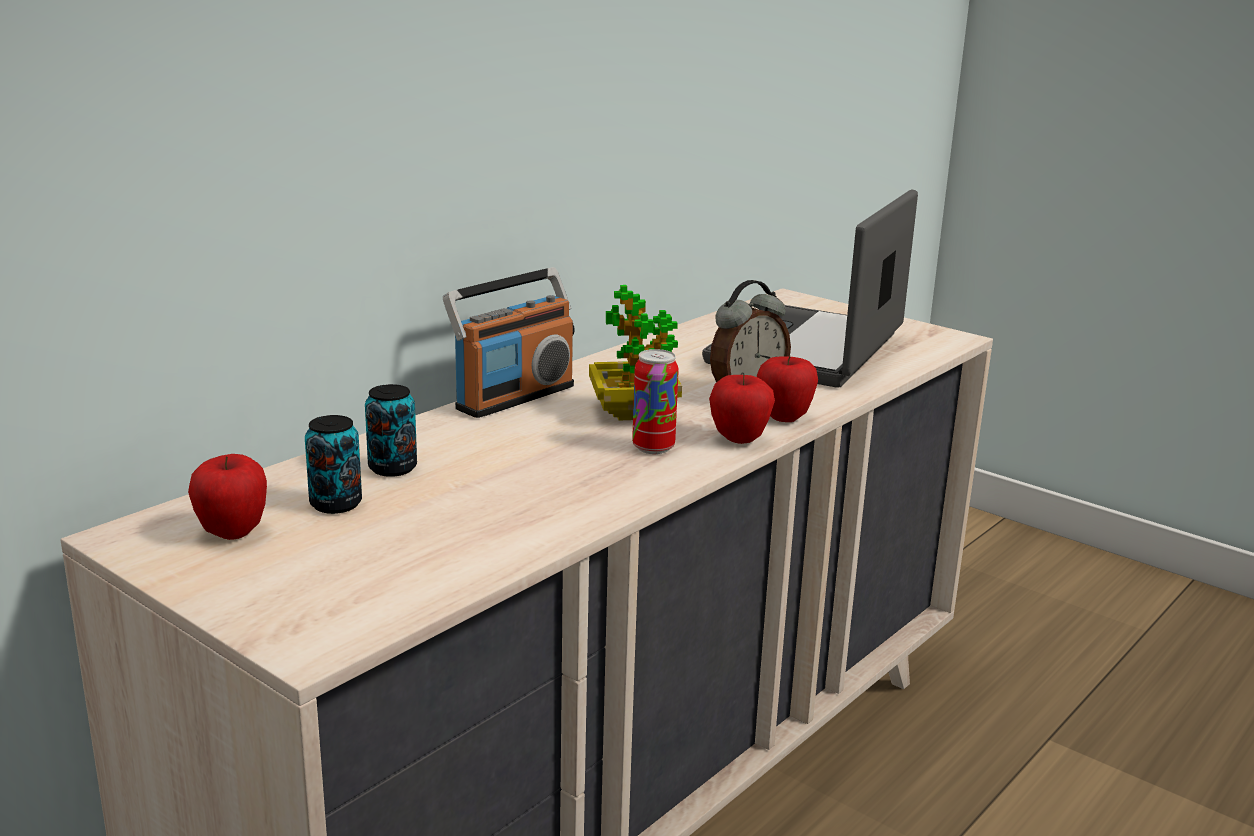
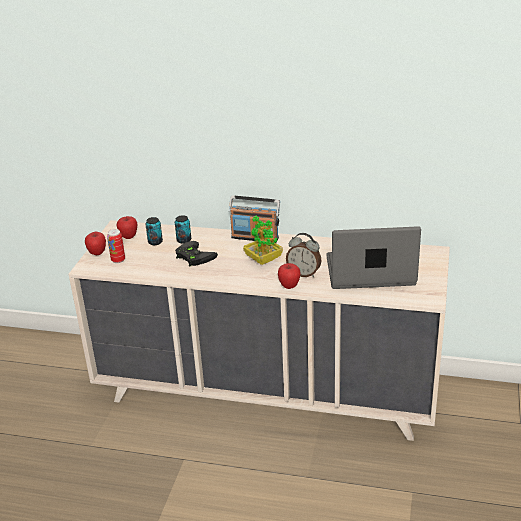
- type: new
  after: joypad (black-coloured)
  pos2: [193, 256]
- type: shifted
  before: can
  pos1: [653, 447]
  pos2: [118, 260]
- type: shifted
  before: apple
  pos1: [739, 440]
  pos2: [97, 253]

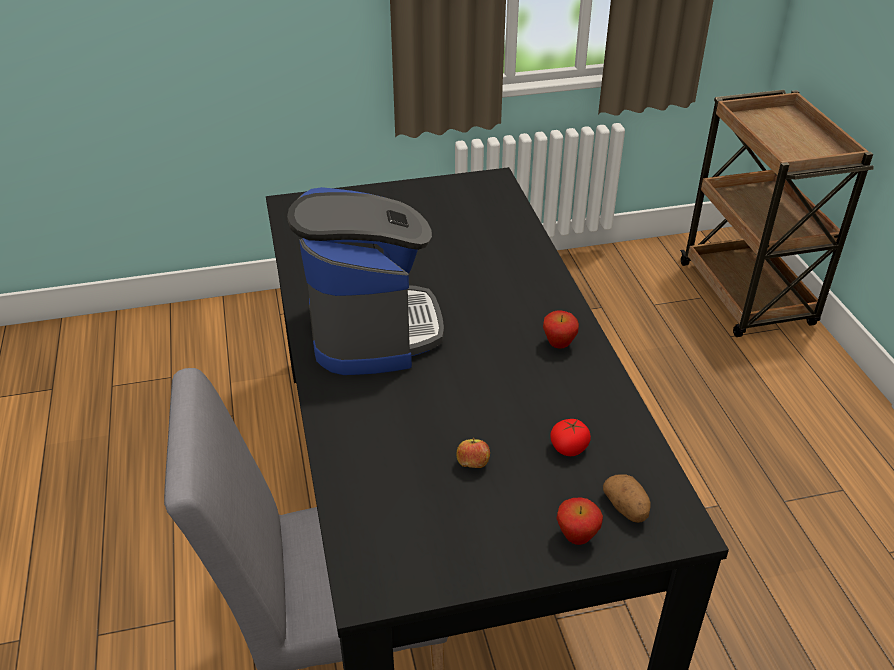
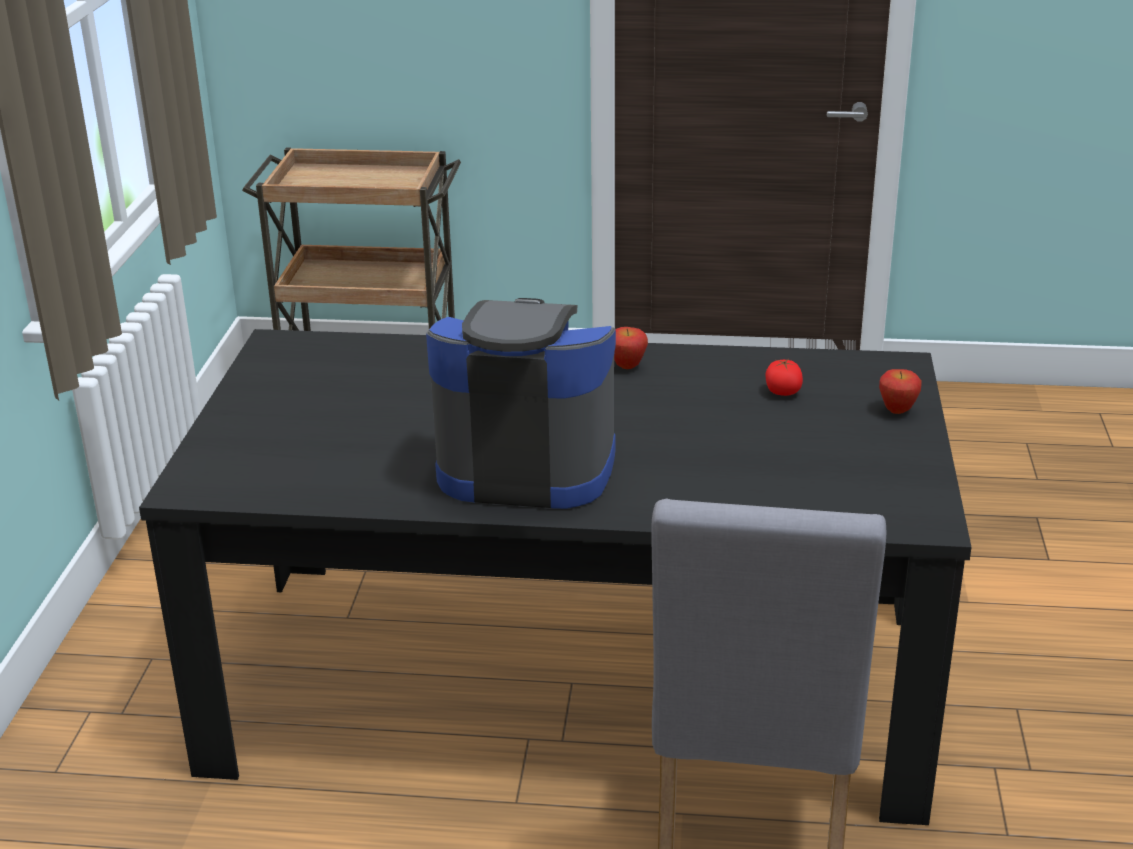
- type: gone
  before: apple
  pos1: [473, 464]
- type: gone
  before: whole potato
  pos1: [626, 508]

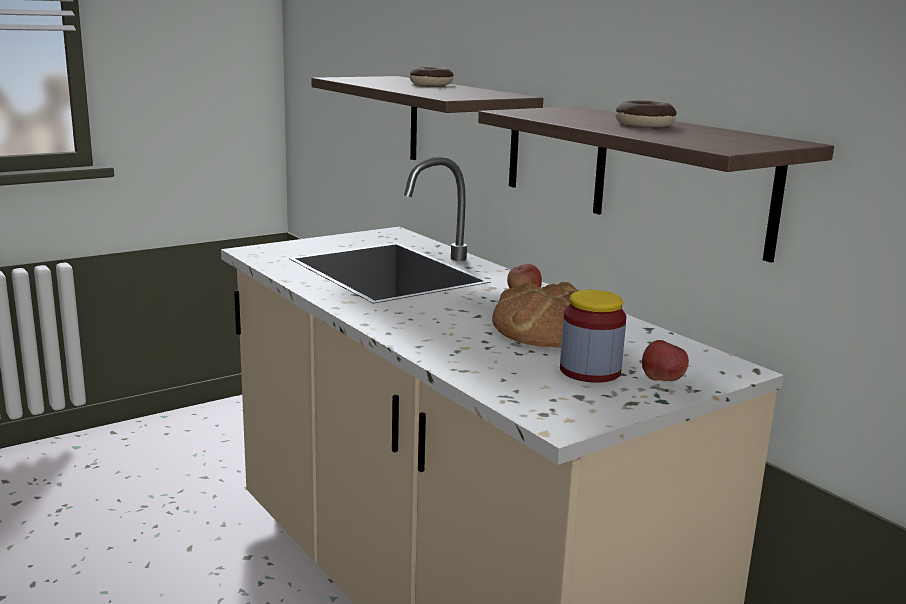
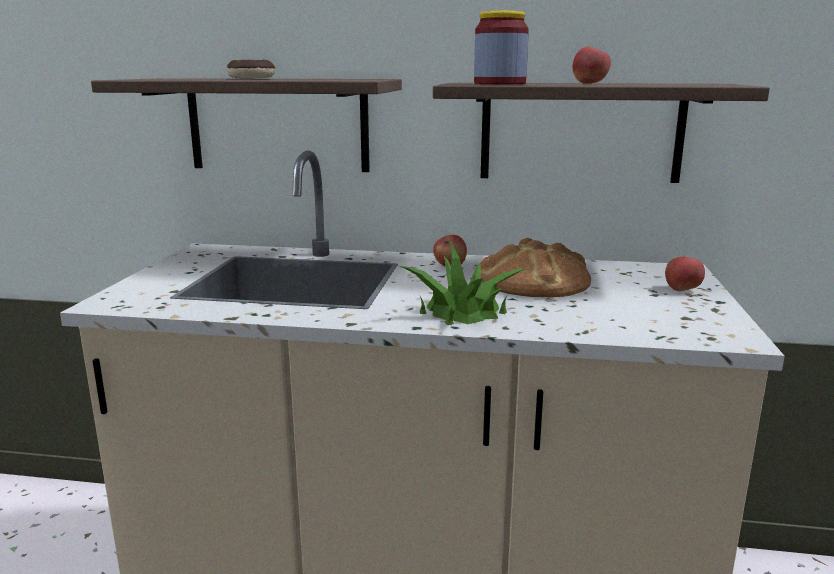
- type: new
  after: houseplant
  pos2: [462, 311]
- type: shifted
  before: preserve jar
  pos1: [590, 371]
  pos2: [499, 83]
- type: swapped
  before: donut
  after: apple
  pos1: [644, 125]
  pos2: [589, 83]

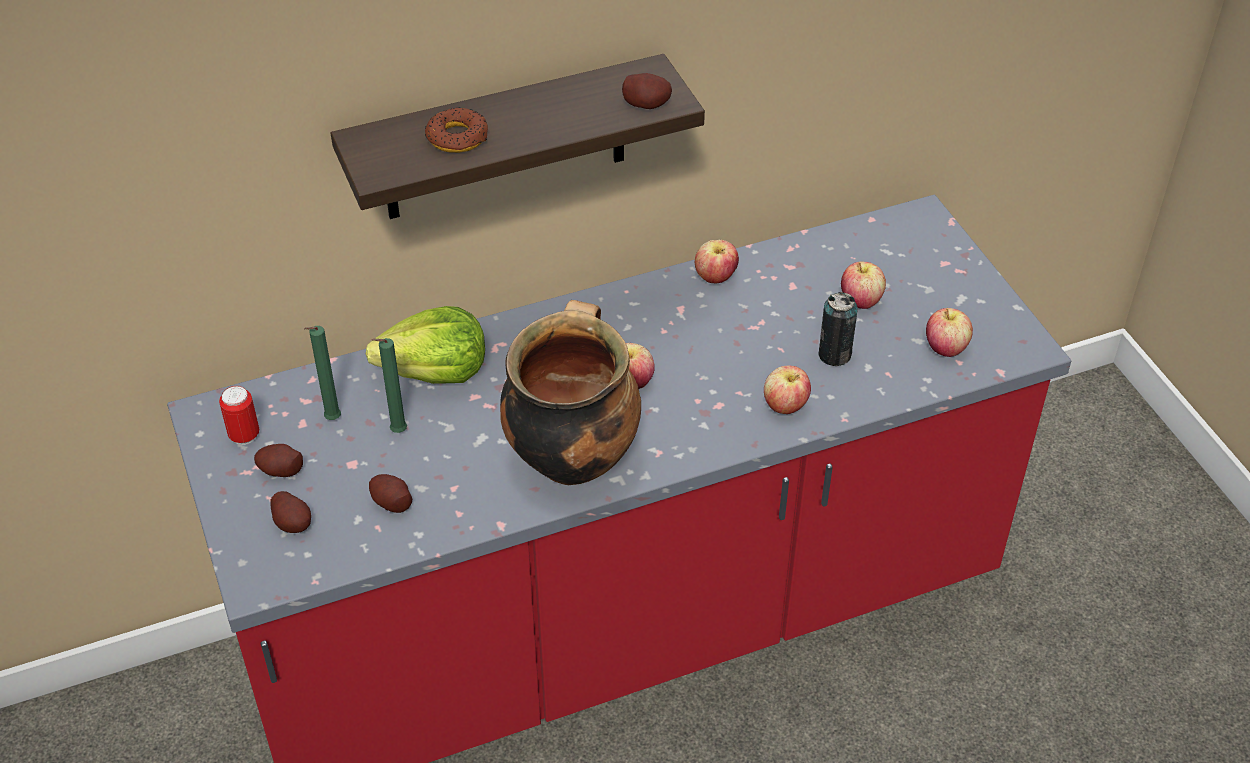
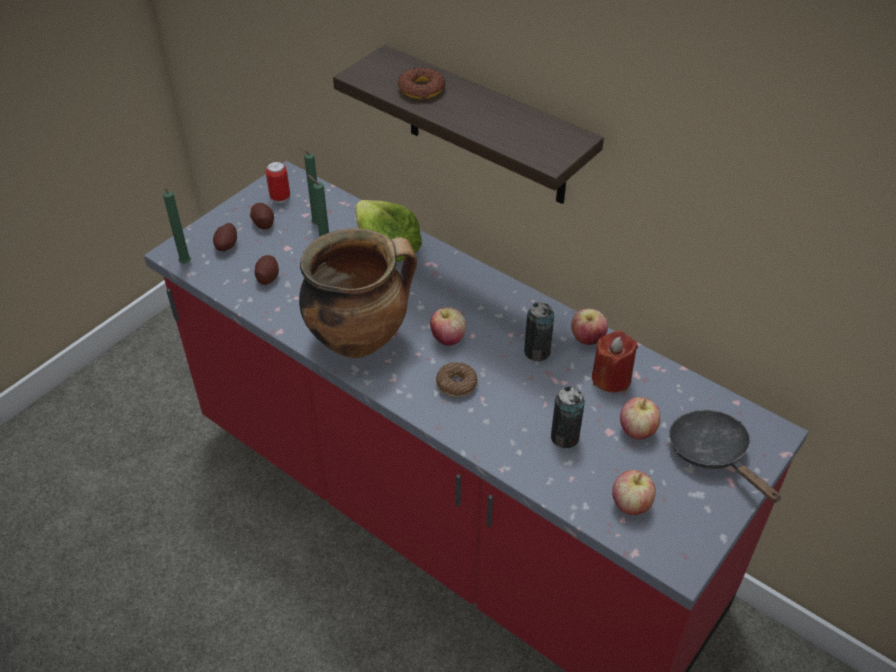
- type: gone
  before: whole potato
  pos1: [647, 103]
- type: gone
  before: apple
  pos1: [785, 406]
- type: new
  after: wax candle (green-coloured)
  pos2: [186, 262]
- type: new
  after: donut
  pos2: [456, 384]
- type: new
  after: can
  pos2: [537, 352]
- type: new
  after: wax candle (red-coloured)
  pos2: [611, 378]
- type: new
  after: pan (black-coloured)
  pos2: [713, 454]

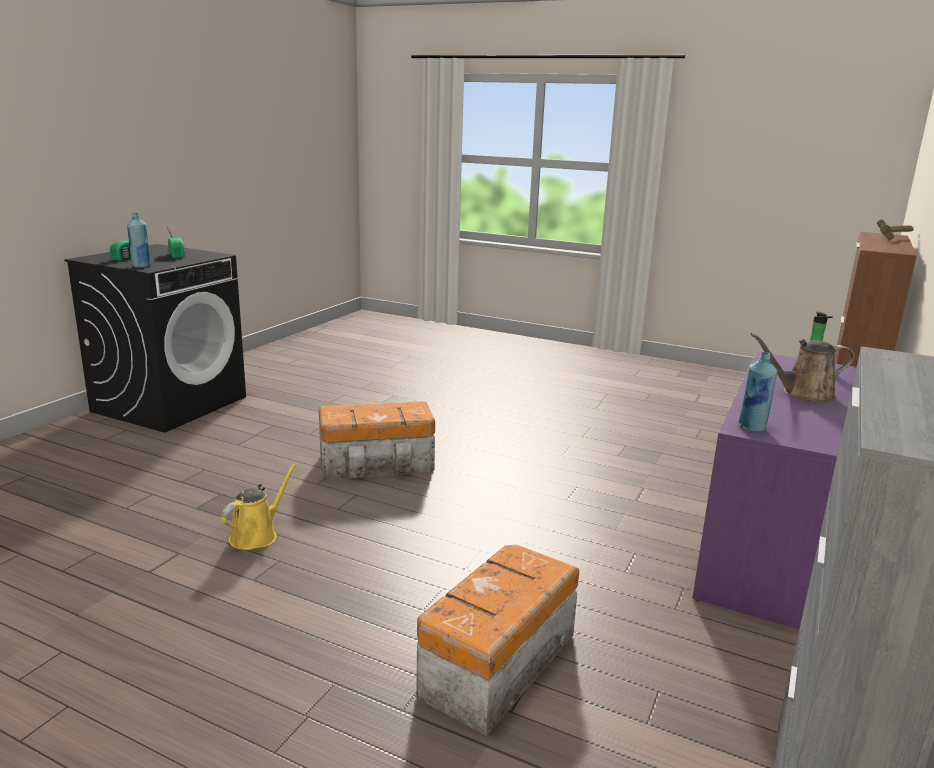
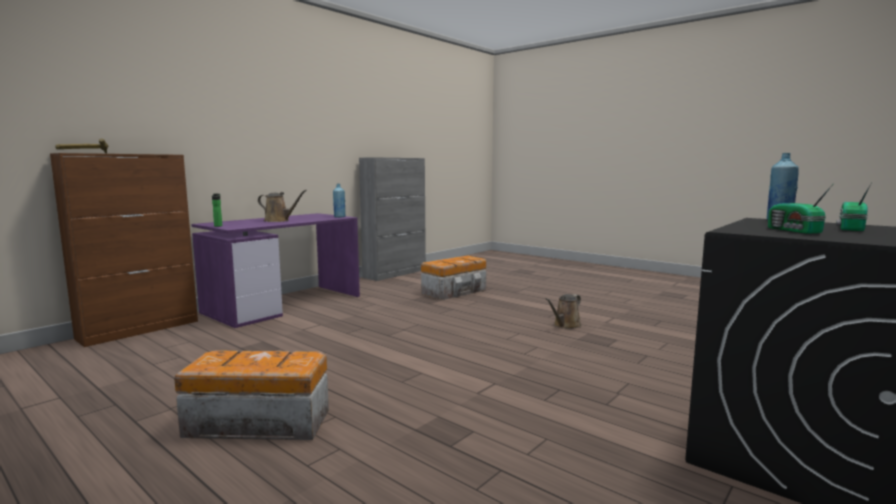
- type: shifted
  before: storage container
  pos1: [378, 464]
  pos2: [257, 422]
- type: repainted
  before: watering can (yellow)
  after: watering can (brownish)
  pos1: [257, 535]
  pos2: [565, 325]

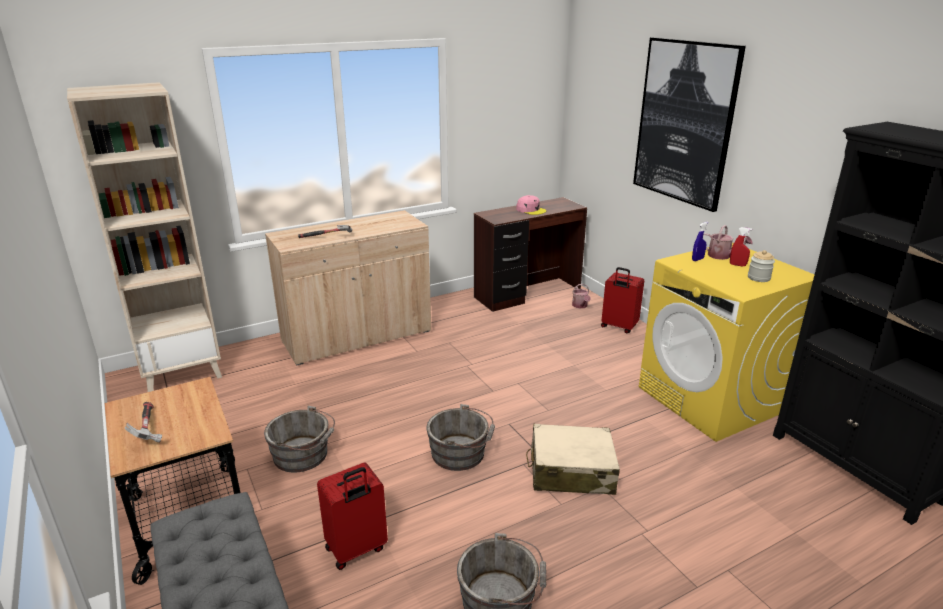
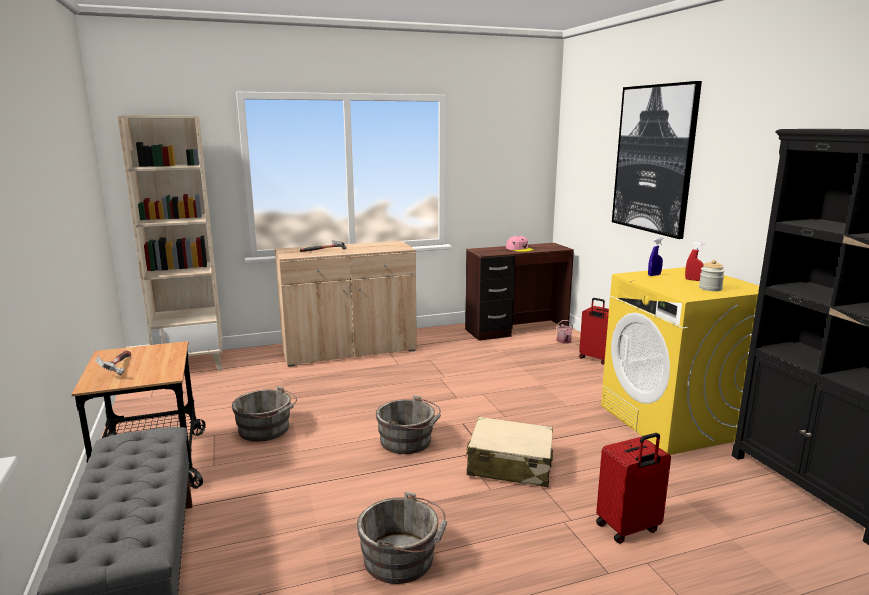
- type: gone
  before: watering can
  pos1: [722, 256]
- type: shifted
  before: piece of luggage (red-coloured)
  pos1: [356, 550]
  pos2: [628, 528]

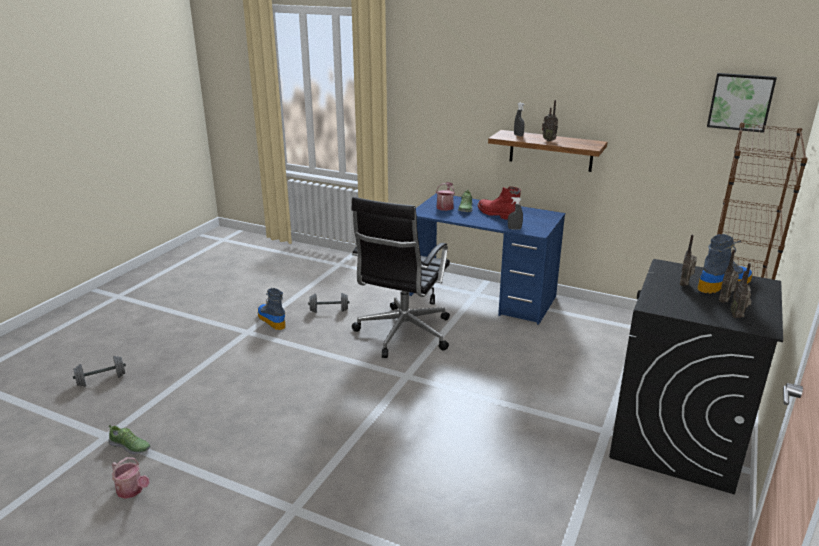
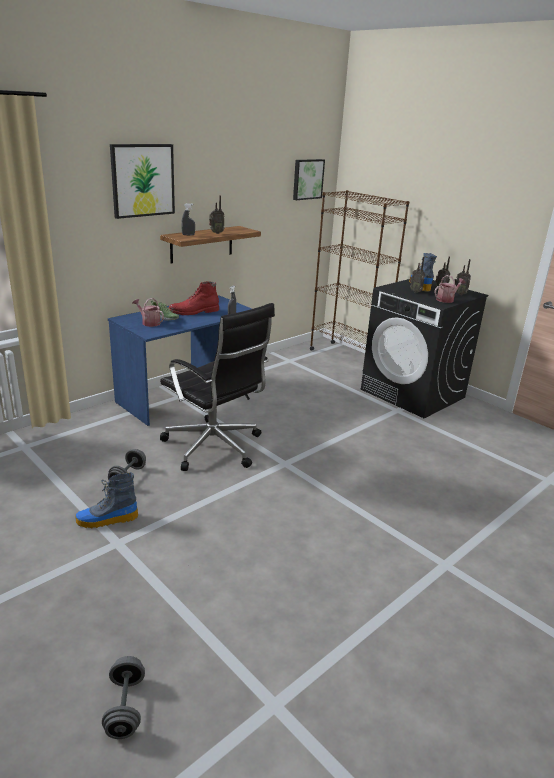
- type: gone
  before: item of footwear
  pos1: [130, 447]
- type: new
  after: picture
  pos2: [142, 180]
- type: shifted
  before: watering can
  pos1: [132, 491]
  pos2: [446, 299]

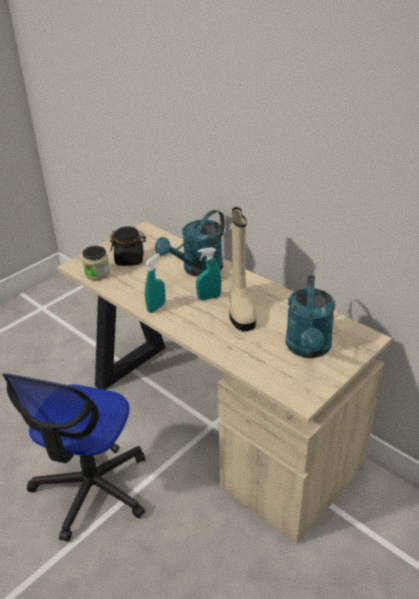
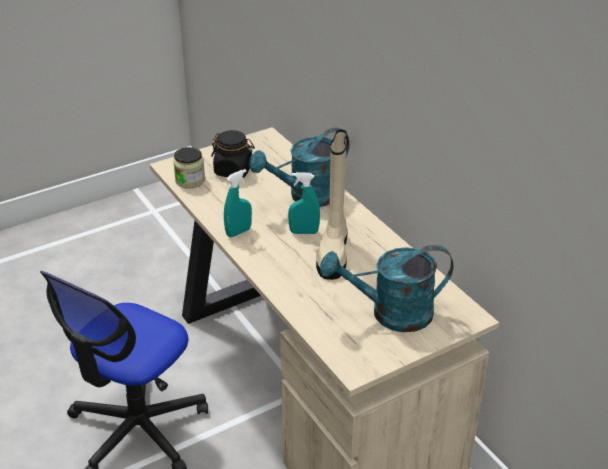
- type: rotated
  before: watering can (turquoise-coloured)
  pos1: [308, 349]
  pos2: [390, 314]
  turn: 60

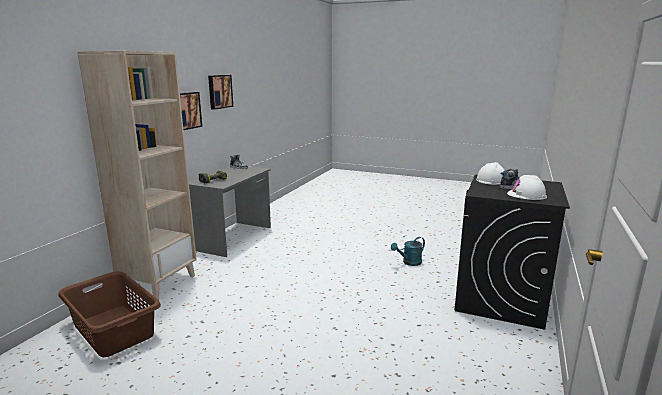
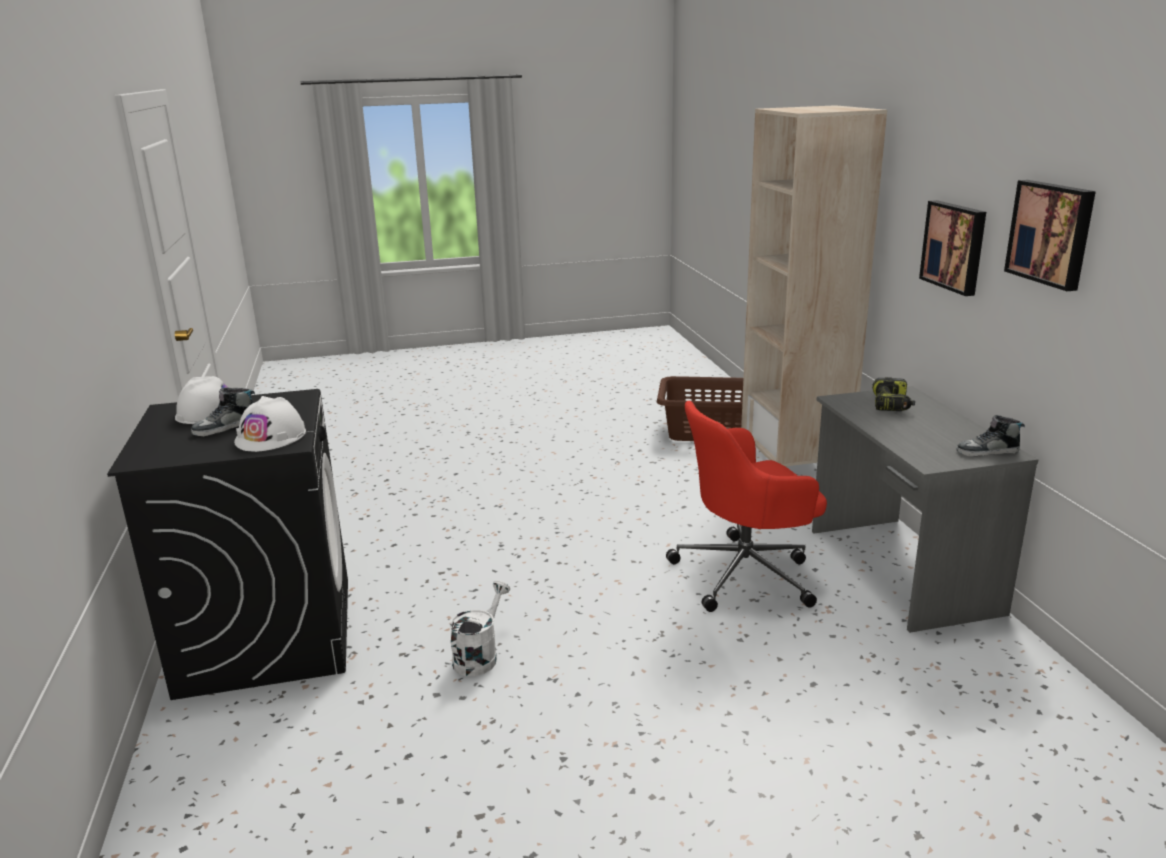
- type: new
  after: office chair (red-coloured)
  pos2: [746, 574]
- type: repainted
  before: watering can (turquoise-coloured)
  after: watering can (white-coloured)
  pos1: [409, 262]
  pos2: [479, 656]

